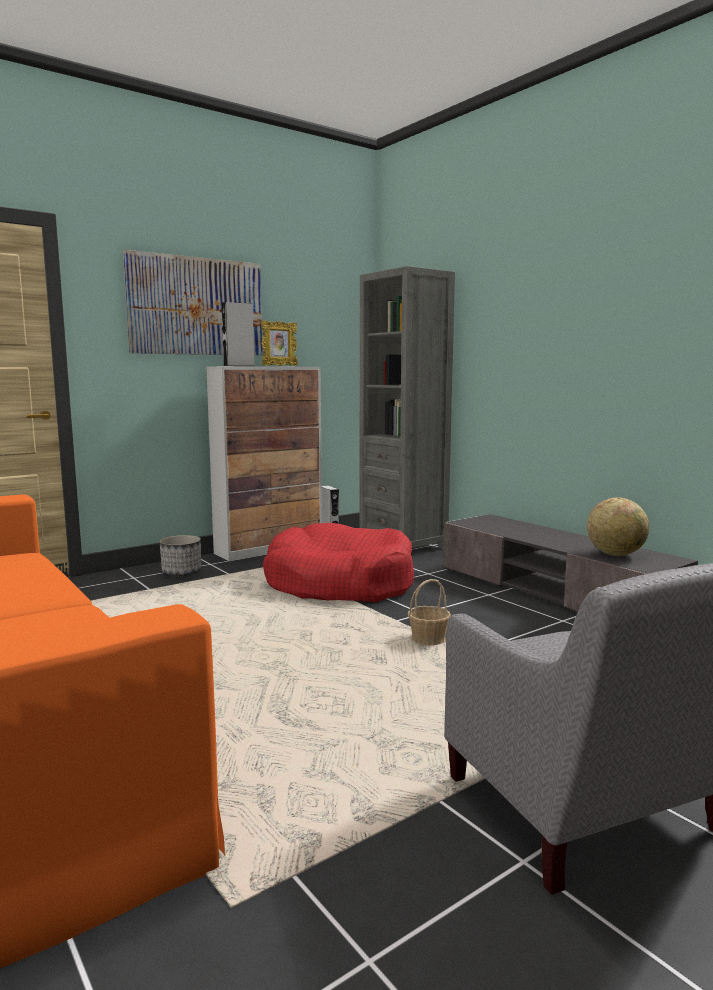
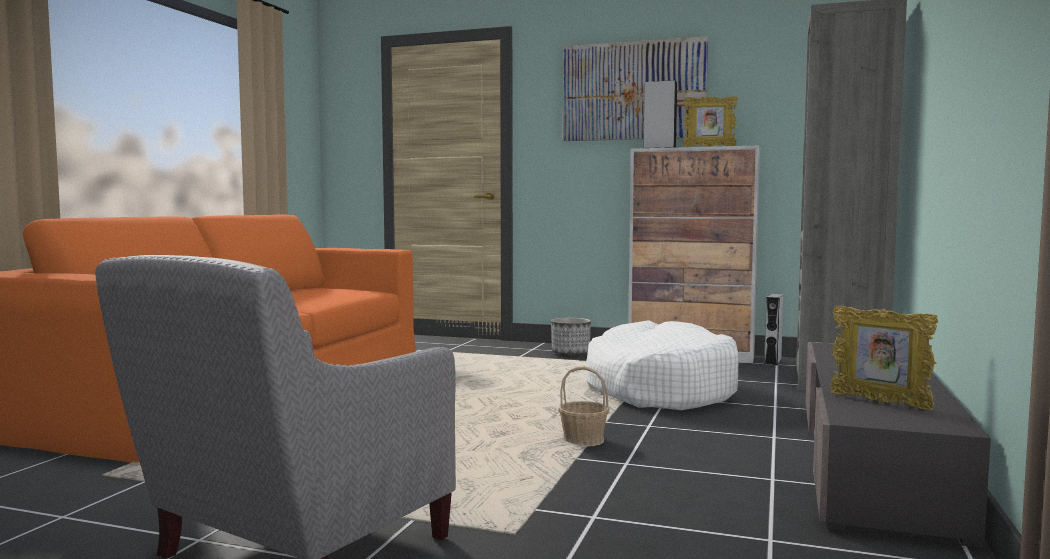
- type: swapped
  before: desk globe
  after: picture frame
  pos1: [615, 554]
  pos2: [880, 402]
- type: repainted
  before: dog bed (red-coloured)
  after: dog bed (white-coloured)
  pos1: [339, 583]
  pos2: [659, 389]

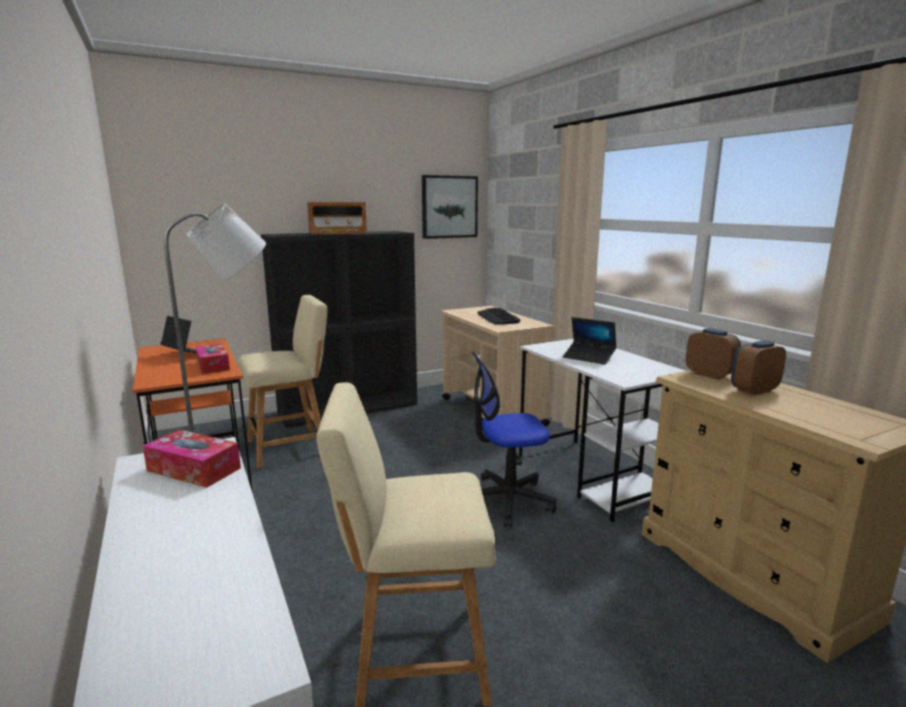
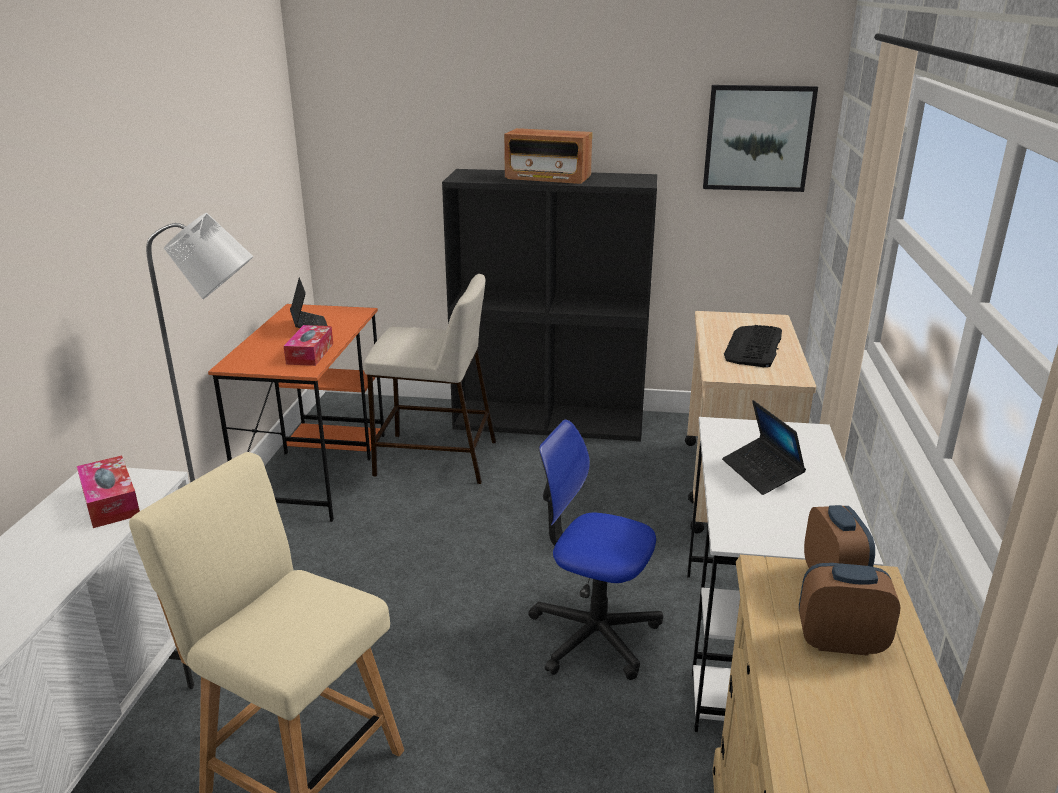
- type: swapped
  before: plain chair (beige)
  after: stool seat (beige)
  pos1: [291, 446]
  pos2: [434, 458]

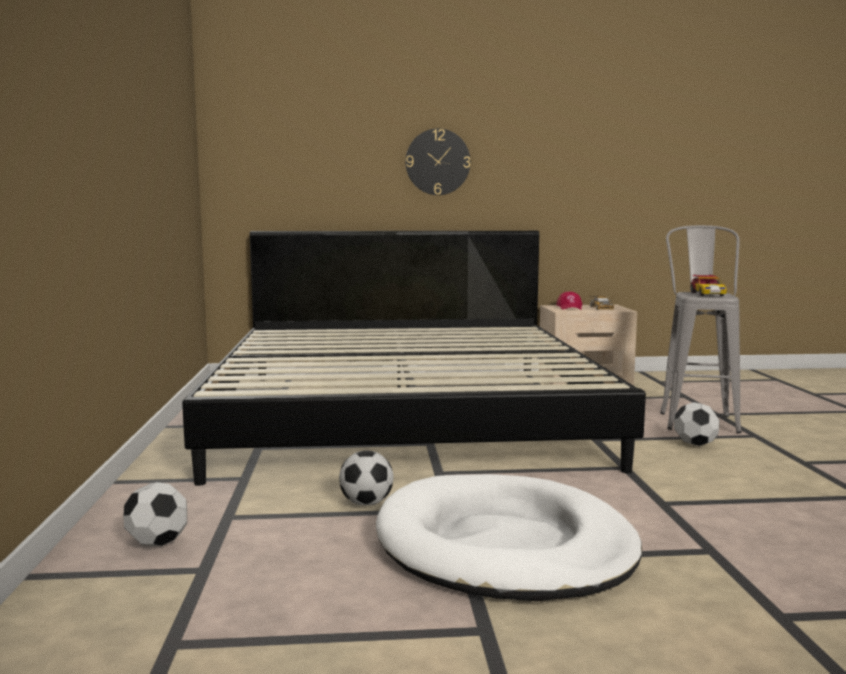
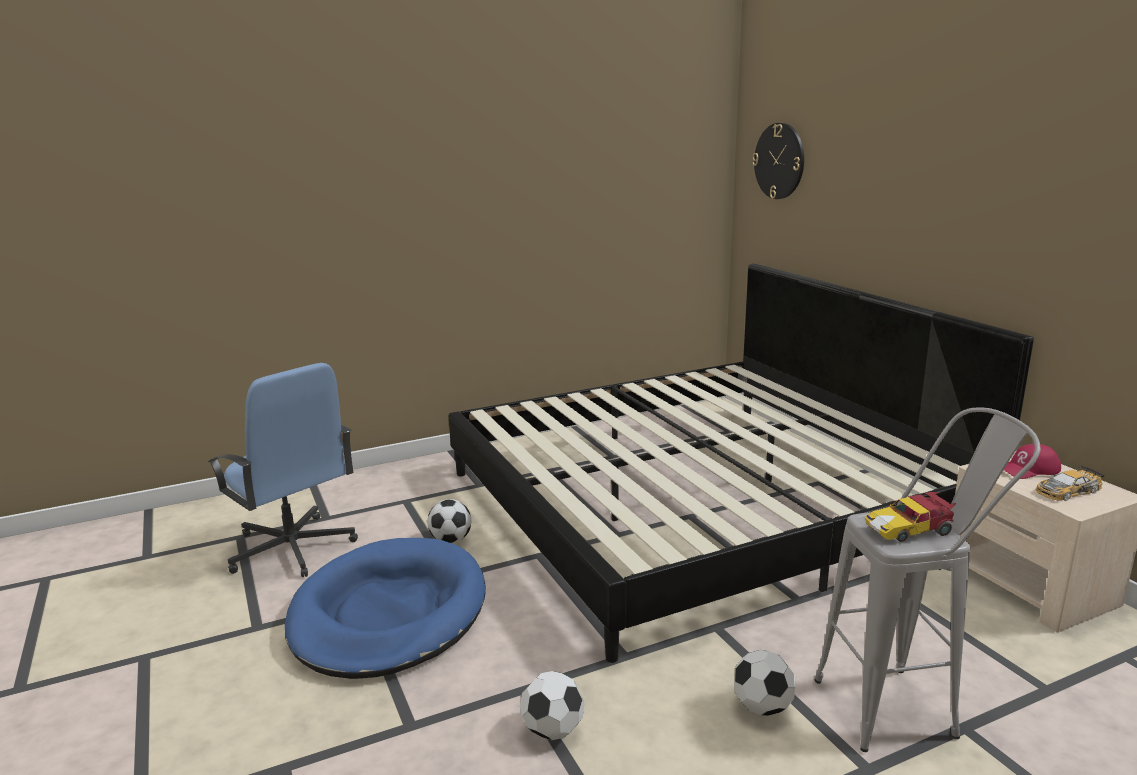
- type: new
  after: office chair (bluish)
  pos2: [292, 549]
- type: shifted
  before: football
  pos1: [157, 543]
  pos2: [552, 730]
- type: shifted
  before: wall clock
  pos1: [437, 162]
  pos2: [779, 161]
- type: repainted
  before: dog bed (white-coloured)
  after: dog bed (bluish)
  pos1: [504, 546]
  pos2: [388, 613]

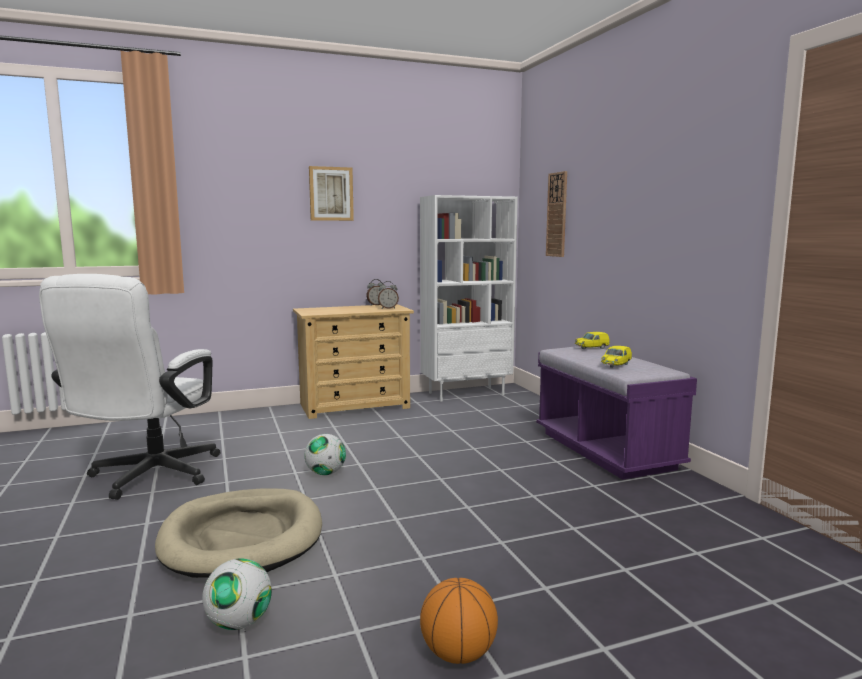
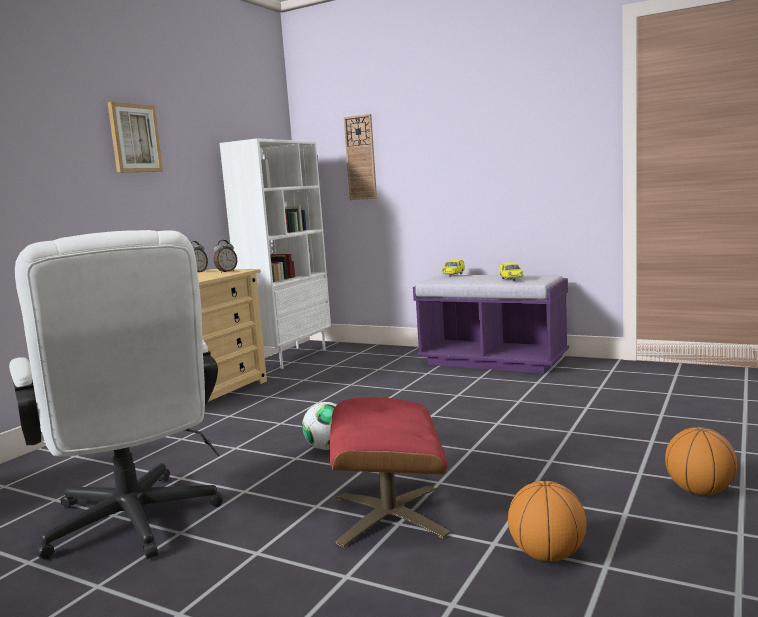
- type: swapped
  before: dog bed (beige)
  after: ottoman (red-coloured)
  pos1: [242, 538]
  pos2: [388, 515]
- type: swapped
  before: football
  after: basketball
  pos1: [239, 623]
  pos2: [547, 555]

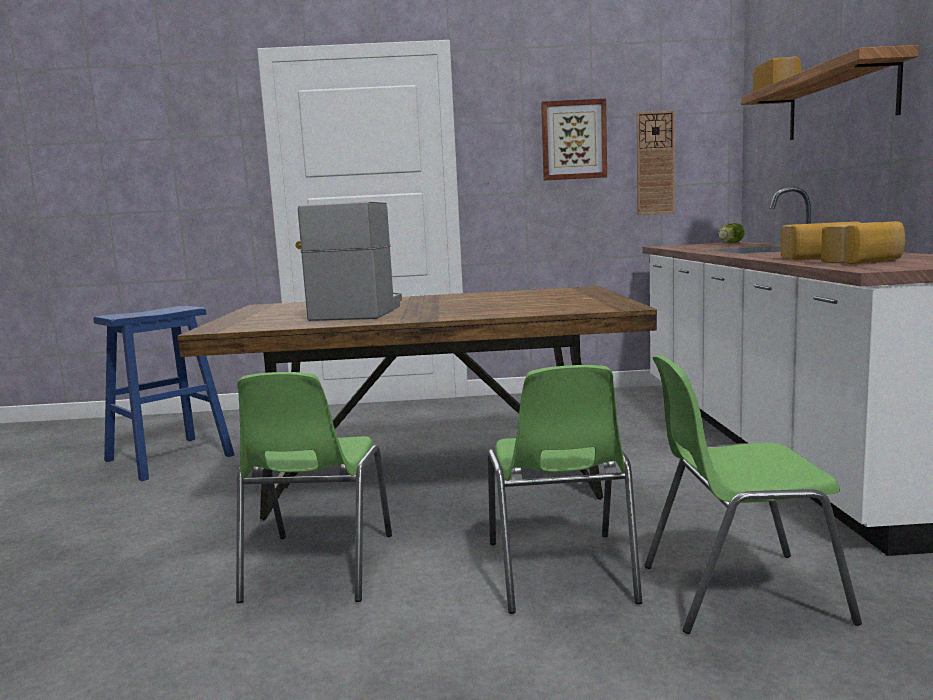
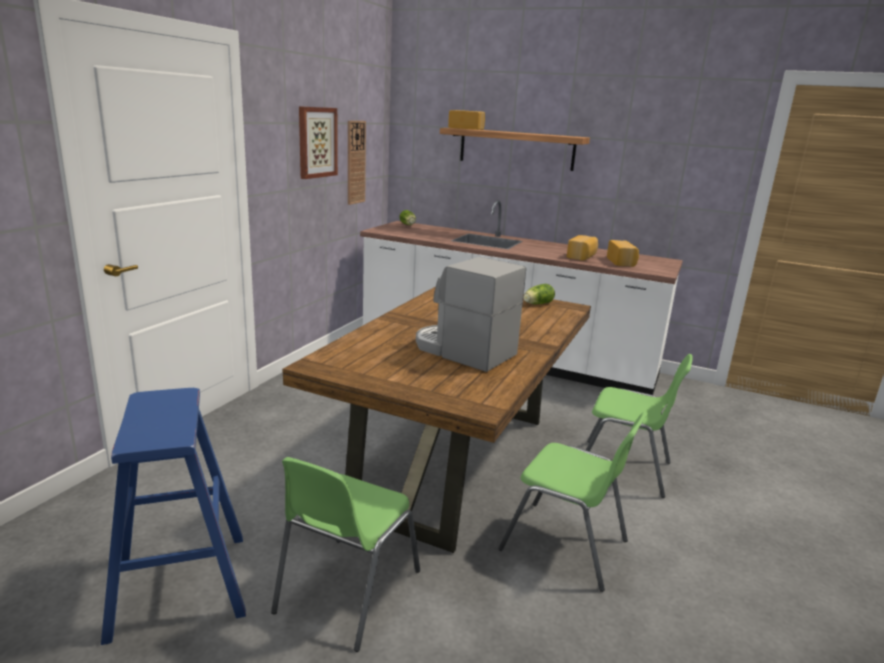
- type: new
  after: lettuce head
  pos2: [536, 304]
- type: shifted
  before: plain chair (green-coloured)
  pos1: [738, 592]
  pos2: [345, 592]

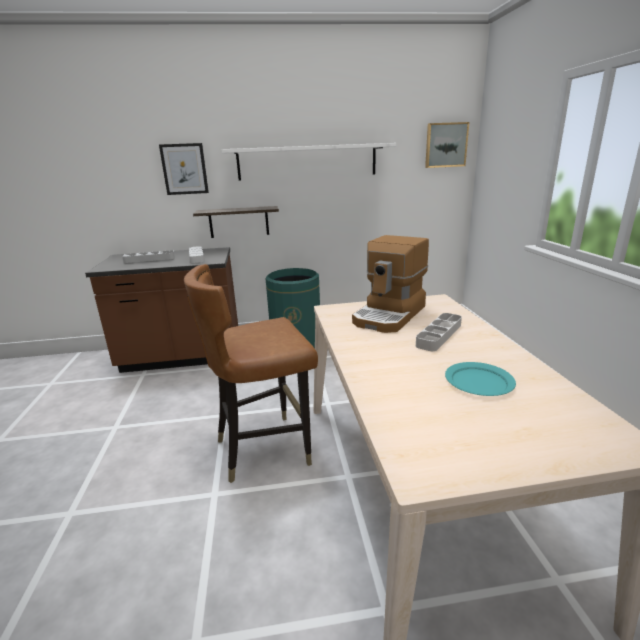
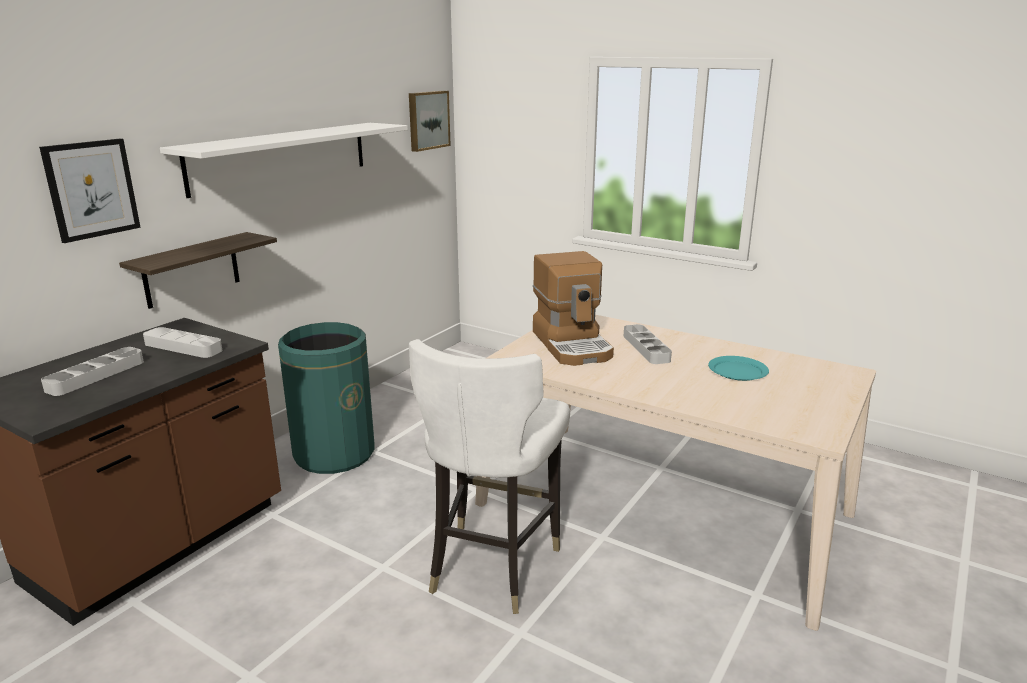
- type: repainted
  before: plain chair (brownish)
  after: plain chair (white-coloured)
  pos1: [264, 448]
  pos2: [492, 566]

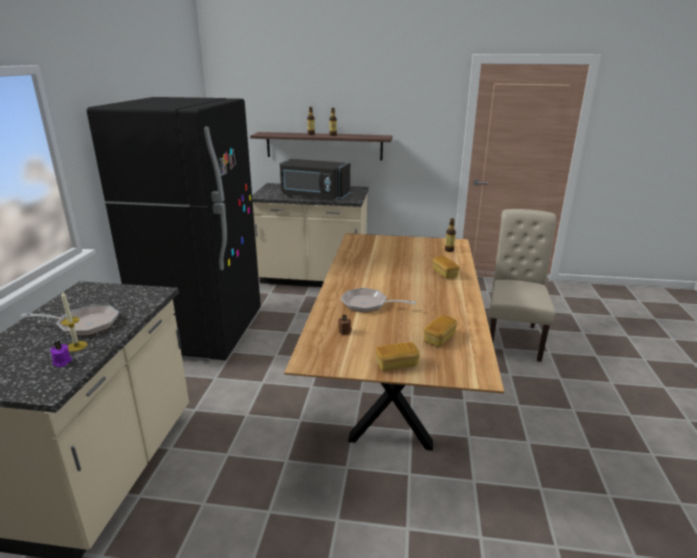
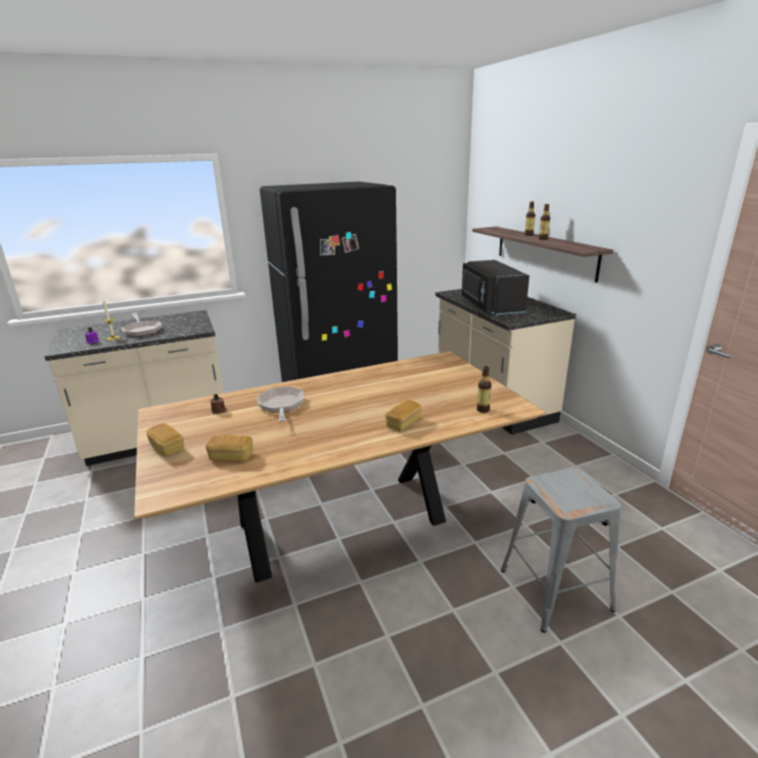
- type: swapped
  before: plain chair (beige)
  after: stool seat (greyish)
  pos1: [512, 337]
  pos2: [556, 589]

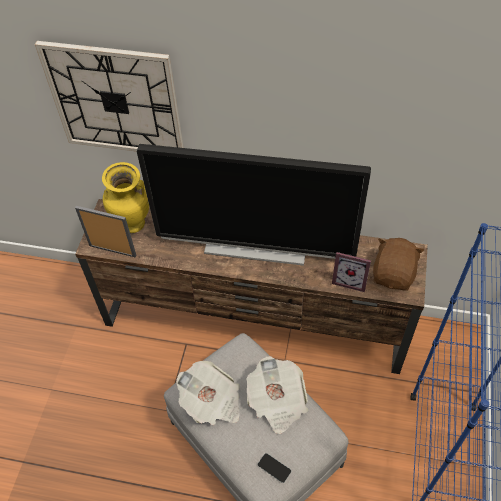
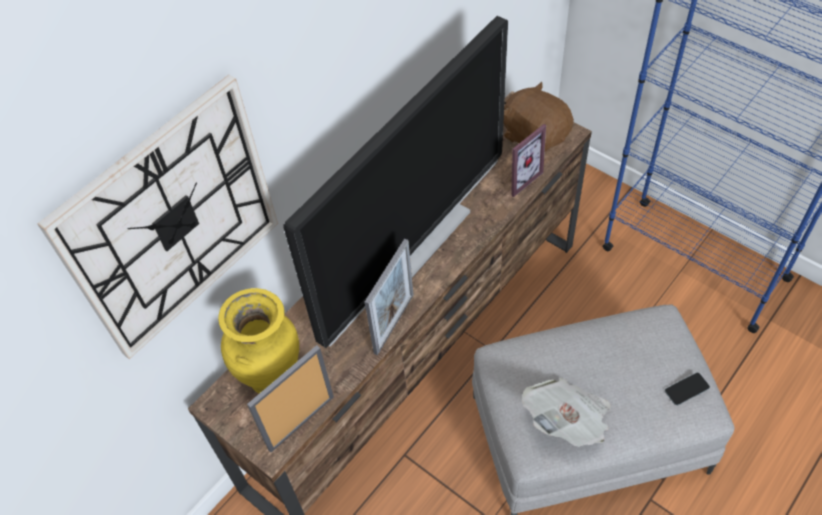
- type: gone
  before: printed paper
  pos1: [277, 402]
- type: new
  after: picture frame
  pos2: [394, 323]

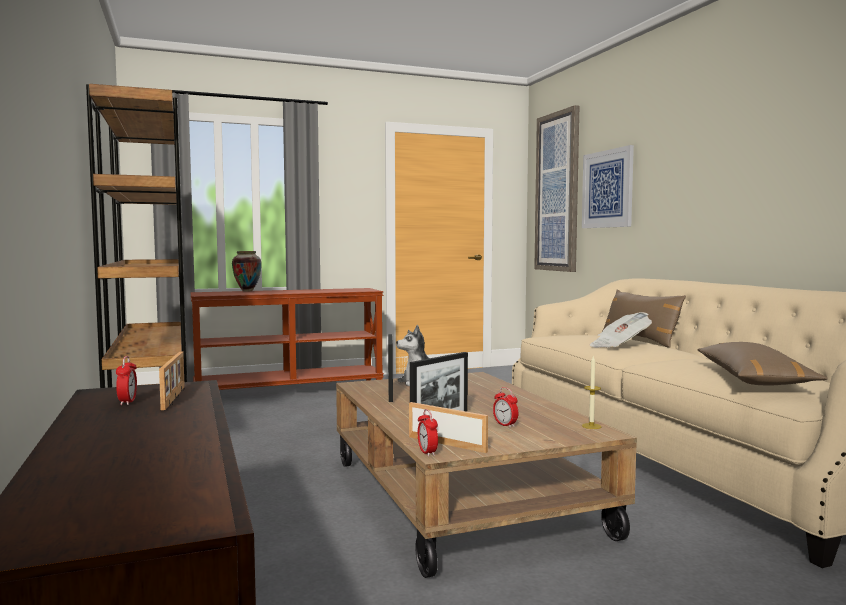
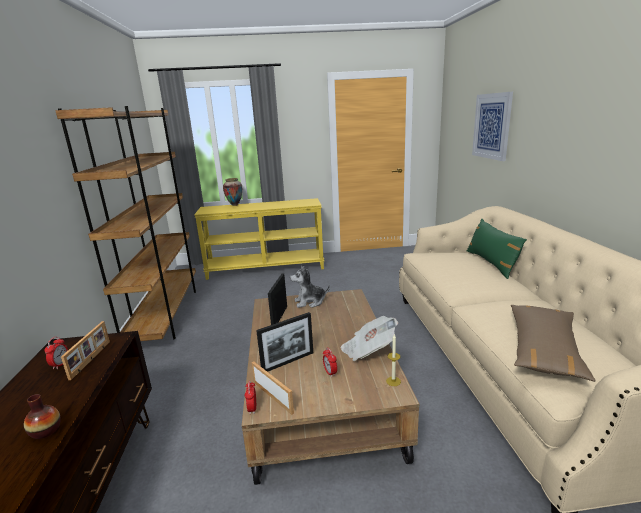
- type: gone
  before: picture
  pos1: [557, 192]
- type: new
  after: vase
  pos2: [46, 431]
- type: shifted
  before: printed paper
  pos1: [619, 346]
  pos2: [368, 350]
- type: repainted
  before: narrow table (brownish)
  after: narrow table (yellow)
  pos1: [290, 391]
  pos2: [266, 268]
- type: repainted
  before: pillow (brownish)
  after: pillow (green-coloured)
  pos1: [640, 339]
  pos2: [491, 263]

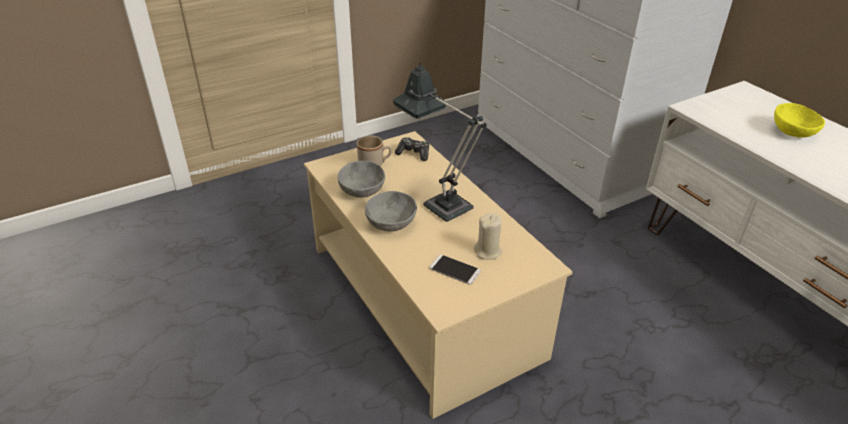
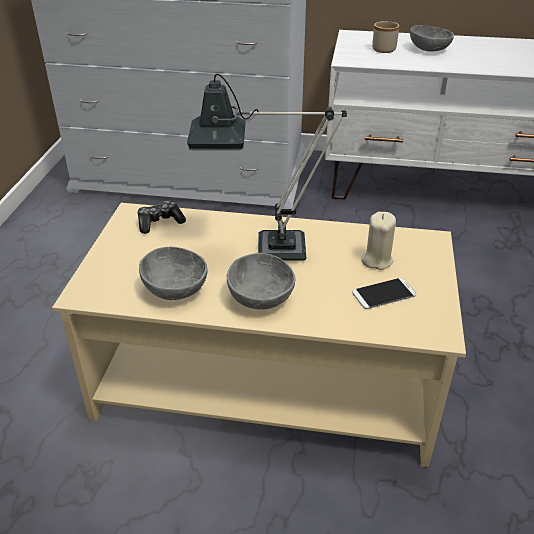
- type: shifted
  before: tea mug (beige)
  pos1: [375, 164]
  pos2: [386, 49]
- type: repainted
  before: serving bowl (yellow)
  after: serving bowl (greyish)
  pos1: [793, 132]
  pos2: [429, 49]

